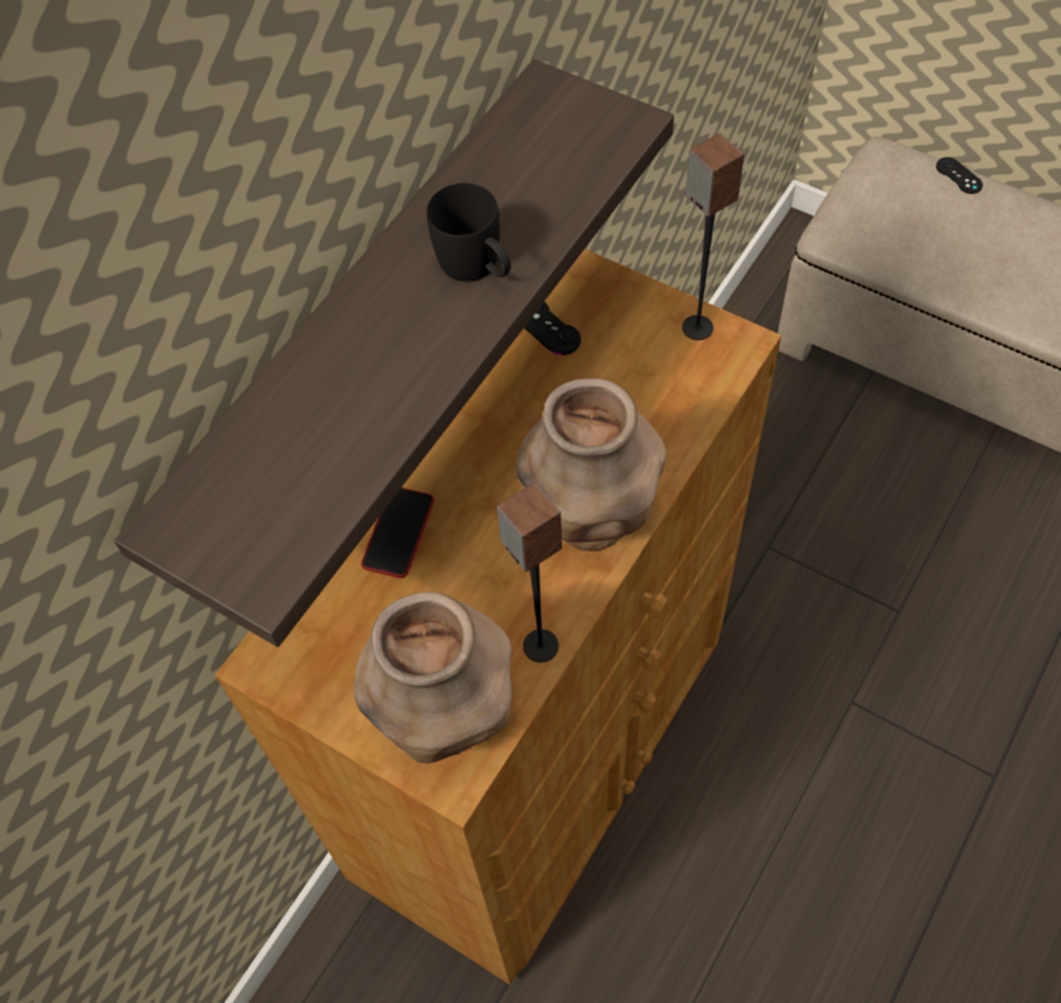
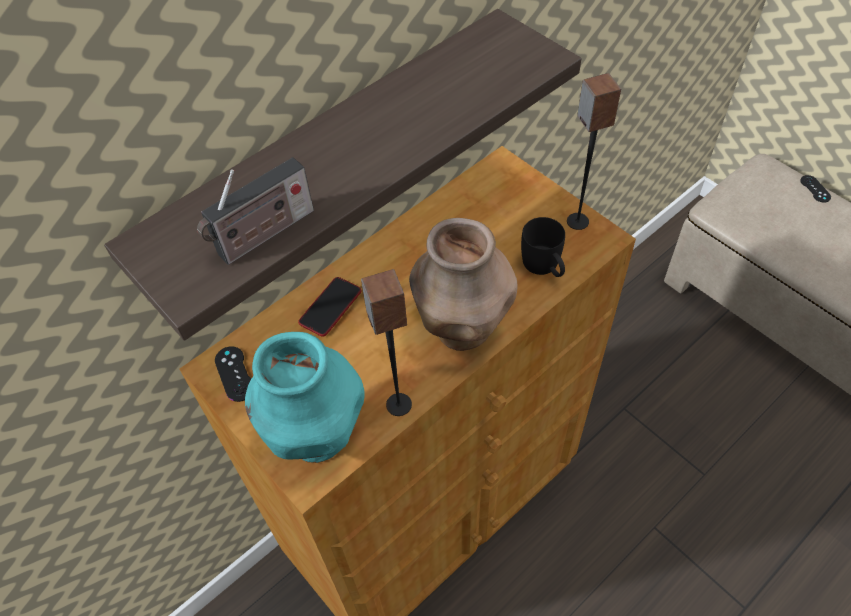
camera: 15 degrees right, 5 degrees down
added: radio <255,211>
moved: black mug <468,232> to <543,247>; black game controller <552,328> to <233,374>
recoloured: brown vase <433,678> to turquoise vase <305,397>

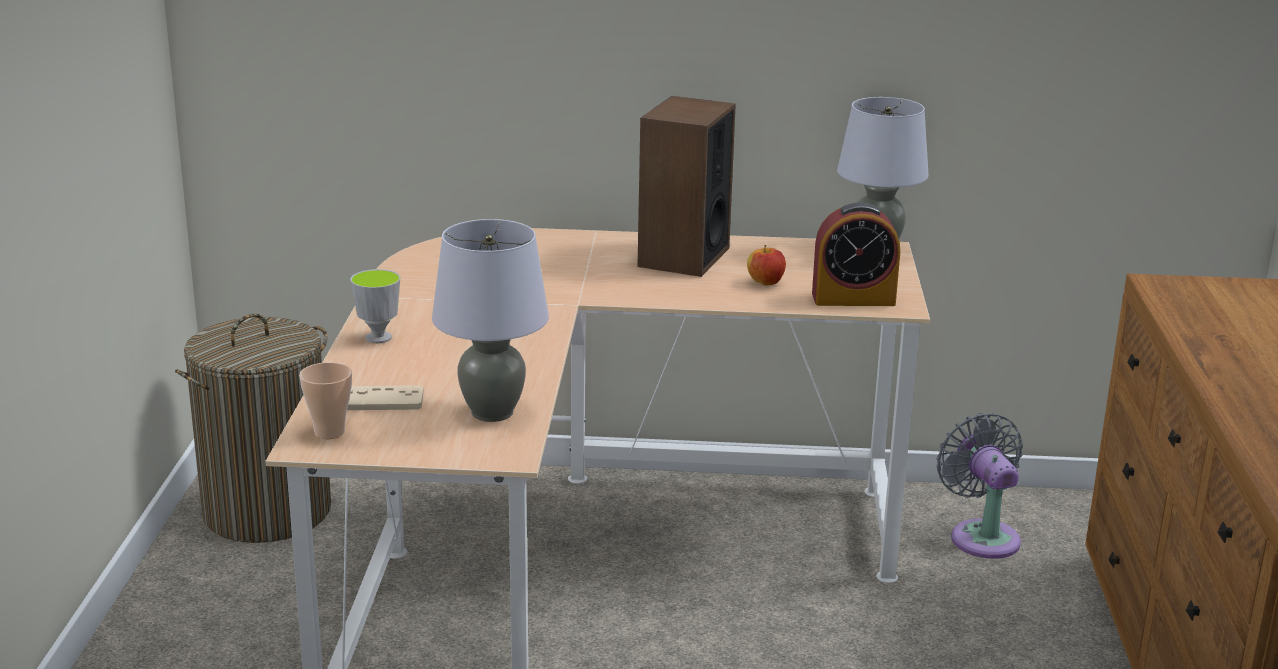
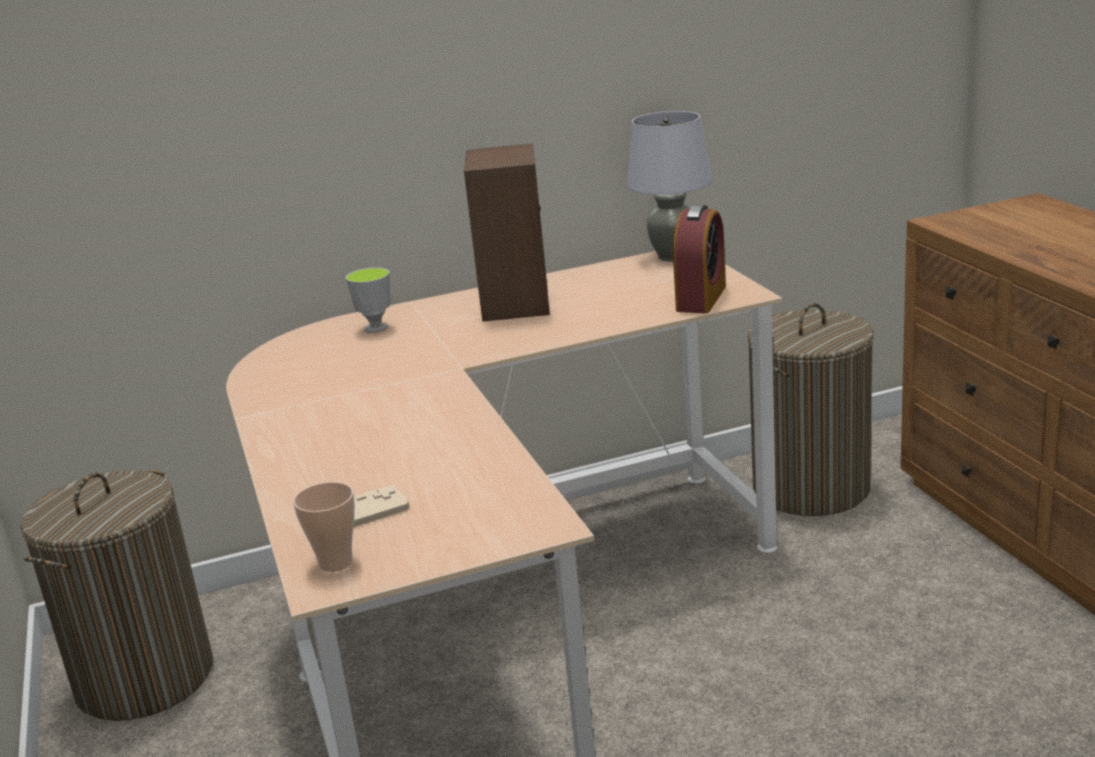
camera: 20 degrees left, 0 degrees up
removed: grey table lamp <490,320>; apple <766,265>
moved: cup <375,306> to <368,300>
replaced: grey fan <980,486> to laundry basket <810,409>
turned: alarm clock <856,254> = <699,259> 45 degrees counterclockwise

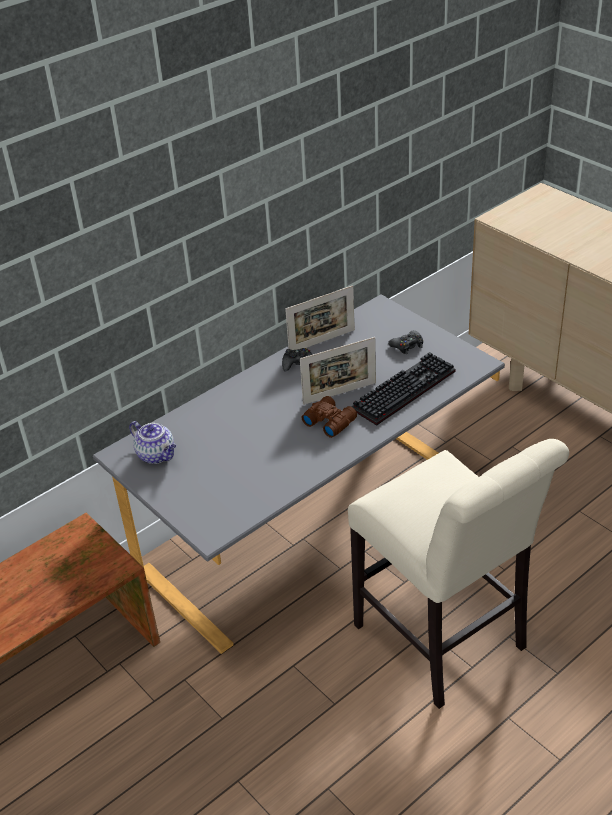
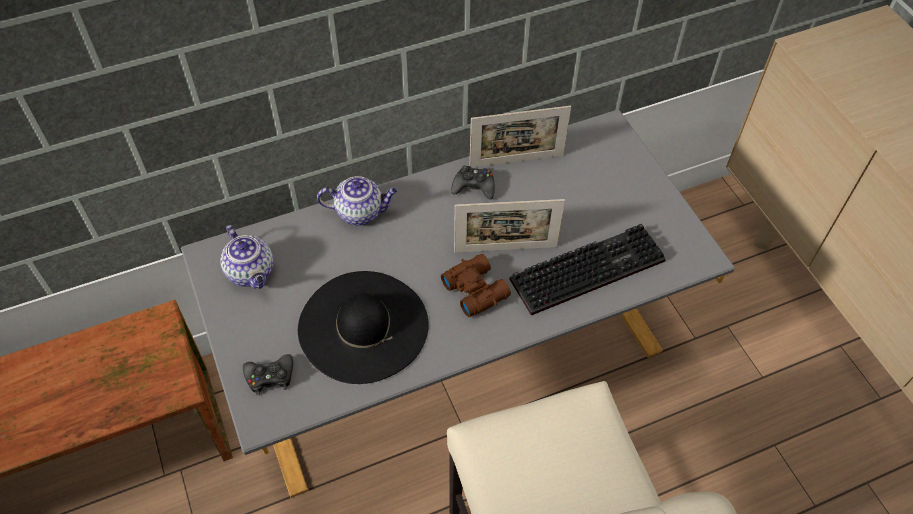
camera: 15 degrees right, 15 degrees up
added: teapot <357,200>; black hat <363,327>
moved: black game controller <405,342> to <268,374>

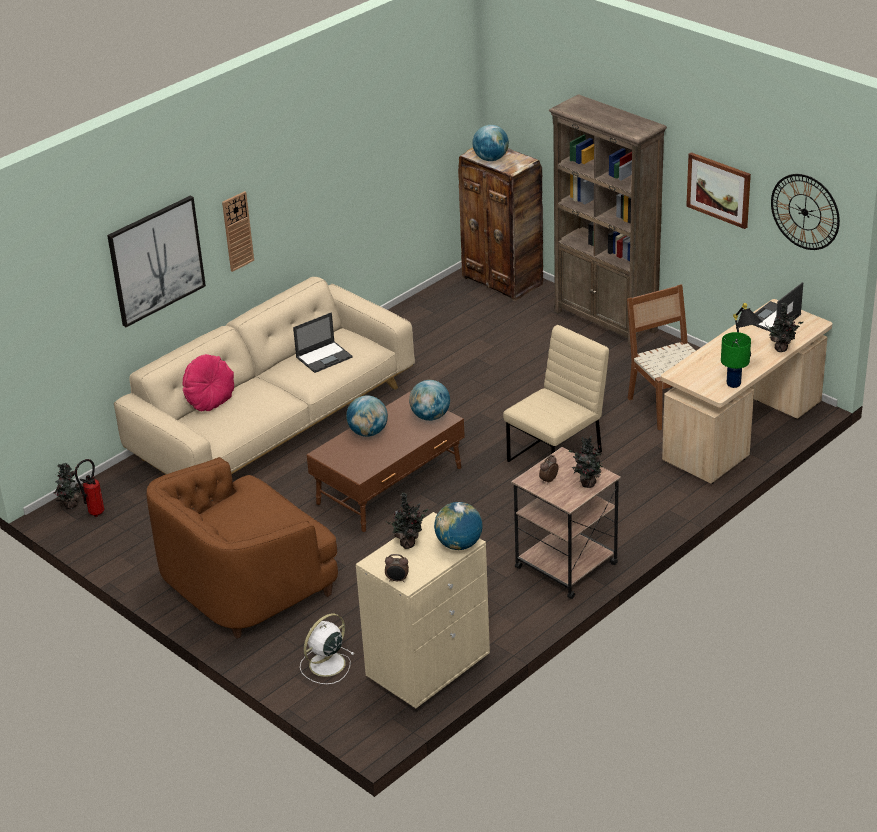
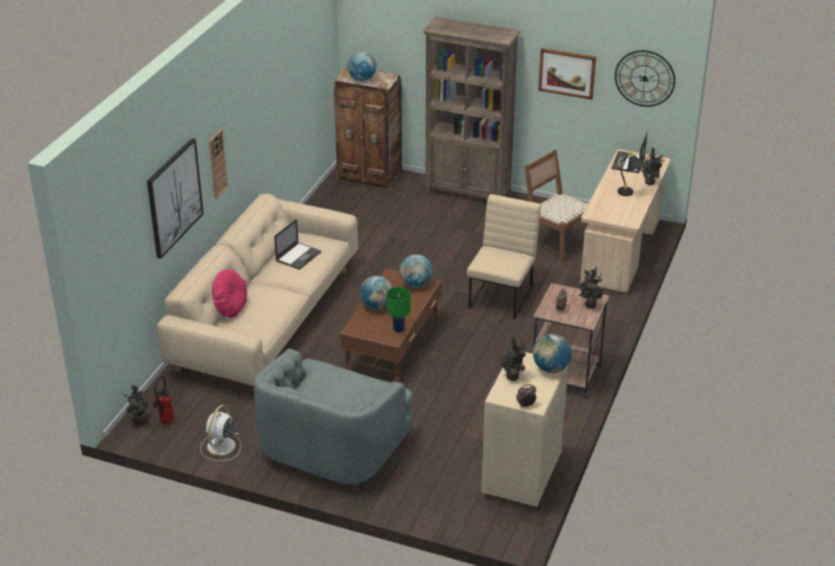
camera: 25 degrees left, 0 degrees up
moved: green table lamp <736,360> to <399,309>; white fan <327,649> to <220,432>
recoloured: brown armchair <242,548> to grey armchair <333,419>

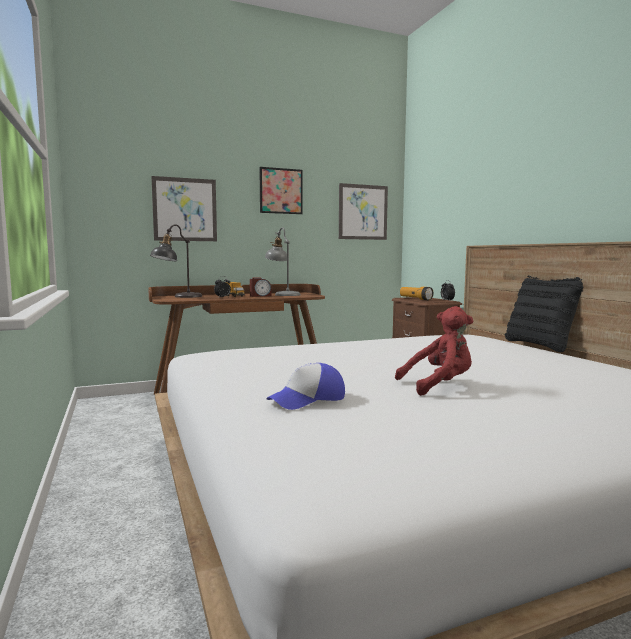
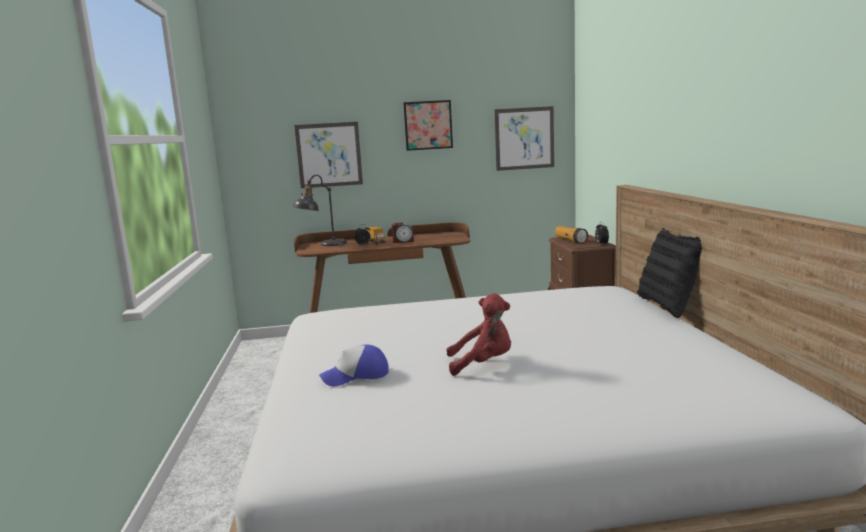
camera: 15 degrees right, 5 degrees up
removed: grey table lamp <283,261>

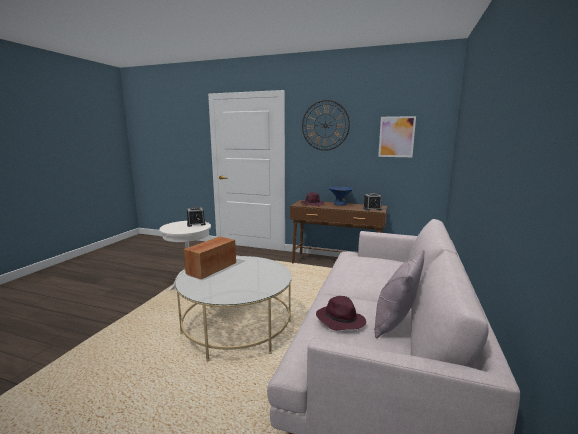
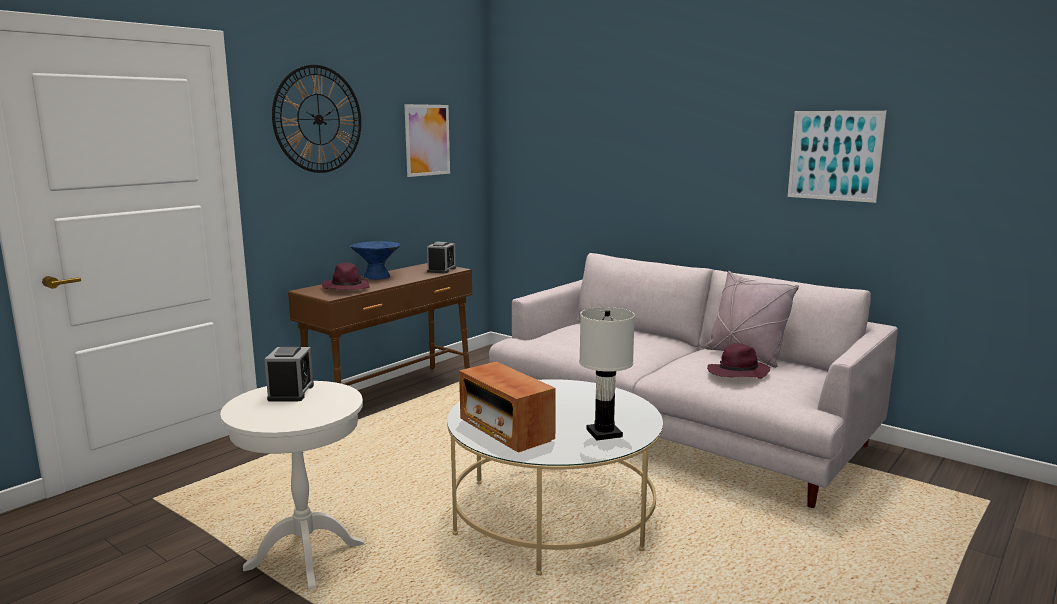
camera: 70 degrees left, 0 degrees up
added: picture <837,157>; white table lamp <607,374>

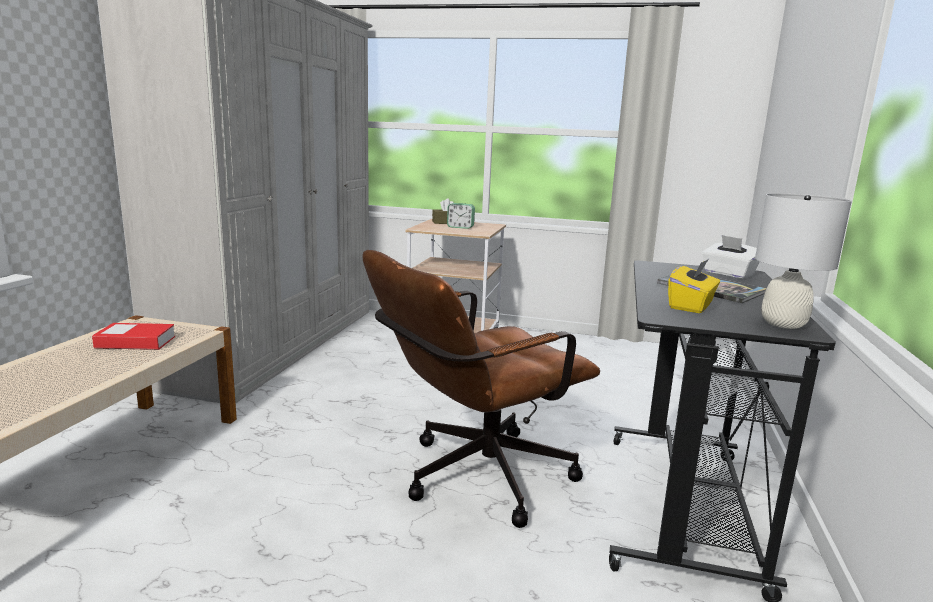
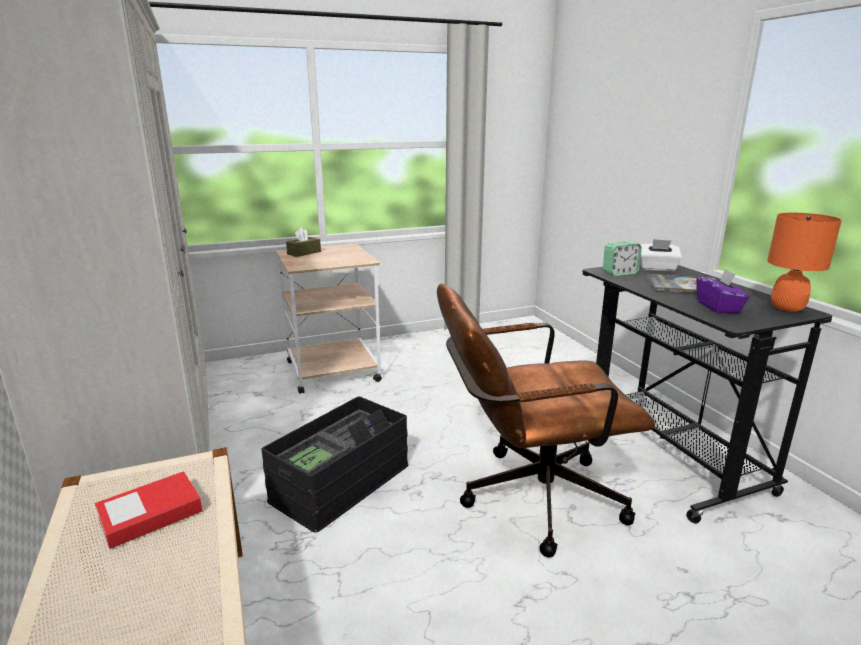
camera: 35 degrees left, 5 degrees up
added: black storage box <334,464>
moved: alarm clock <461,216> to <622,258>
recoloured: grey table lamp <803,261> to orange table lamp <804,262>; yellow tissue box <694,286> to purple tissue box <723,291>
turned: brown office chair <481,389> = <546,421> 60 degrees clockwise

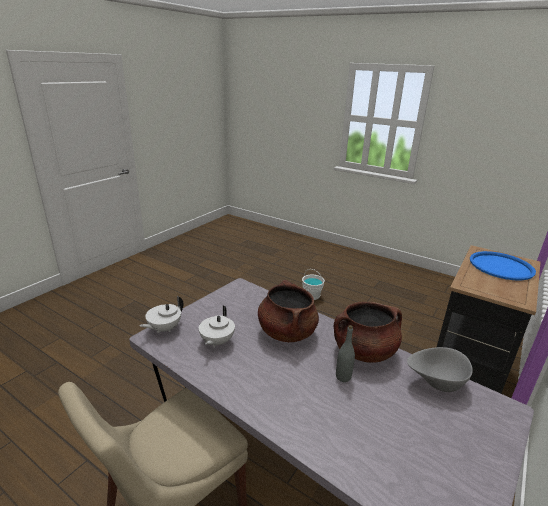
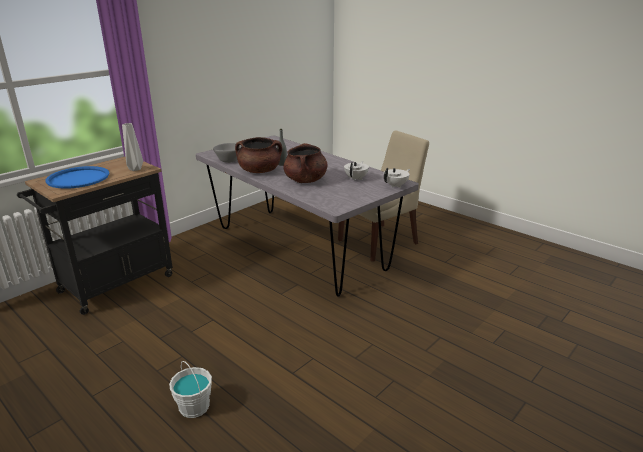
camera: 170 degrees left, 0 degrees up
added: grey vase <132,147>

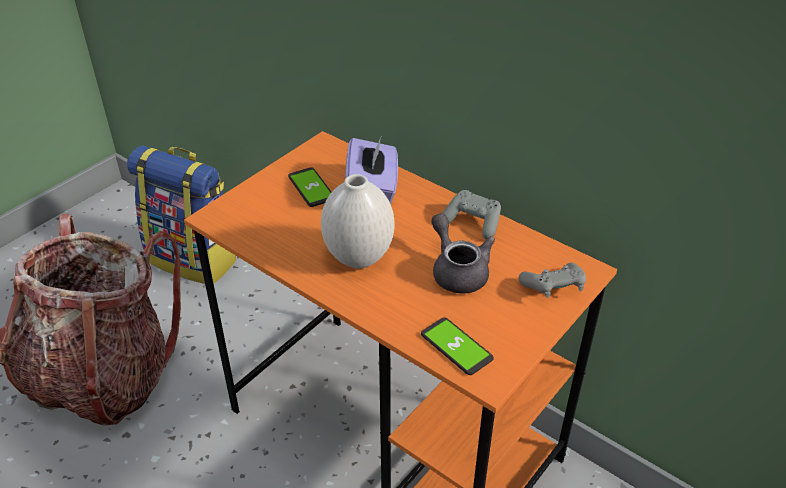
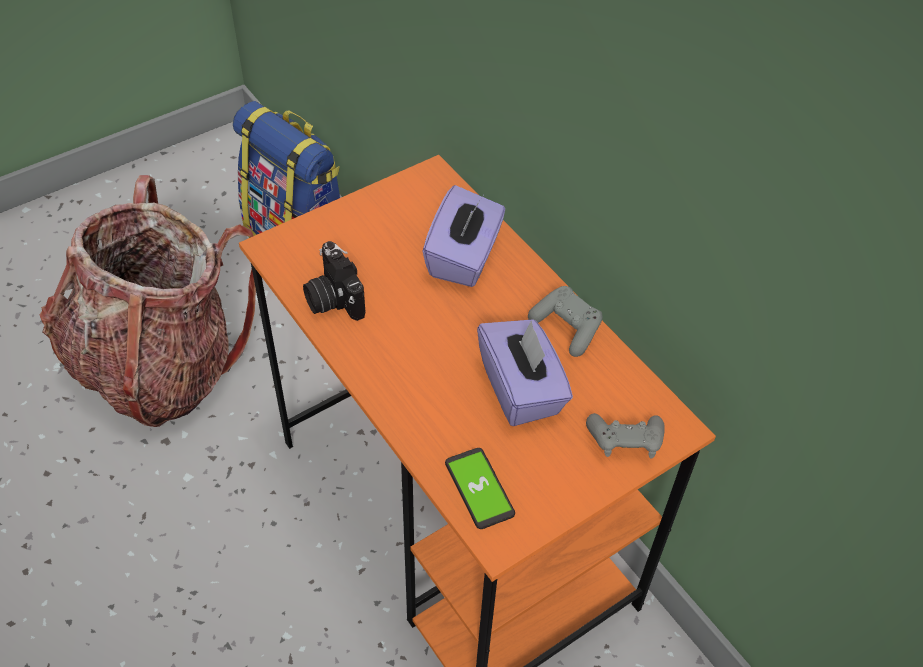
camera: 15 degrees right, 10 degrees up
removed: phone <309,187>; white vase <358,221>
added: photo camera <334,281>
replaced: grey teapot <463,253> to purple tissue box <525,372>

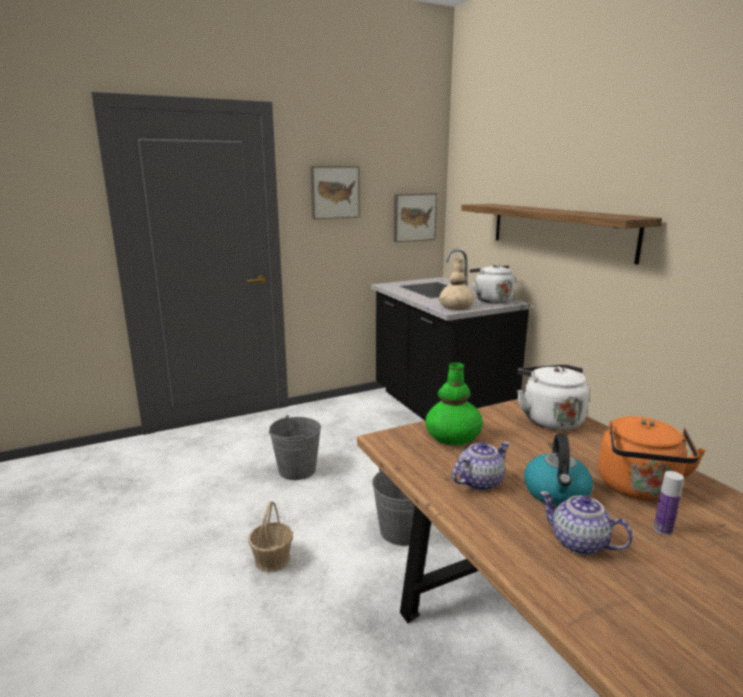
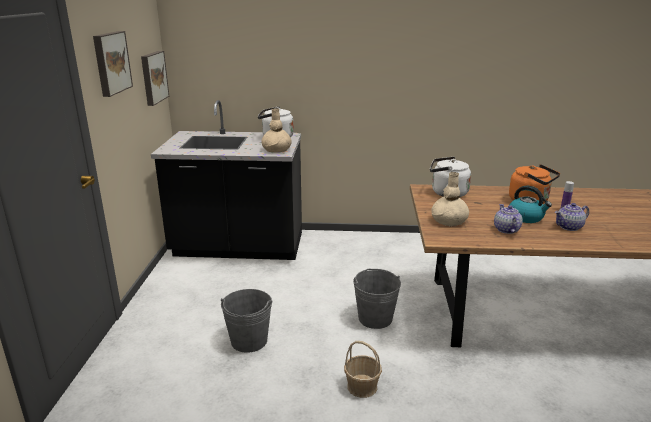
camera: 60 degrees left, 5 degrees up
removed: shelf <561,234>
recoloured: green vase <454,404> to beige vase <450,199>

